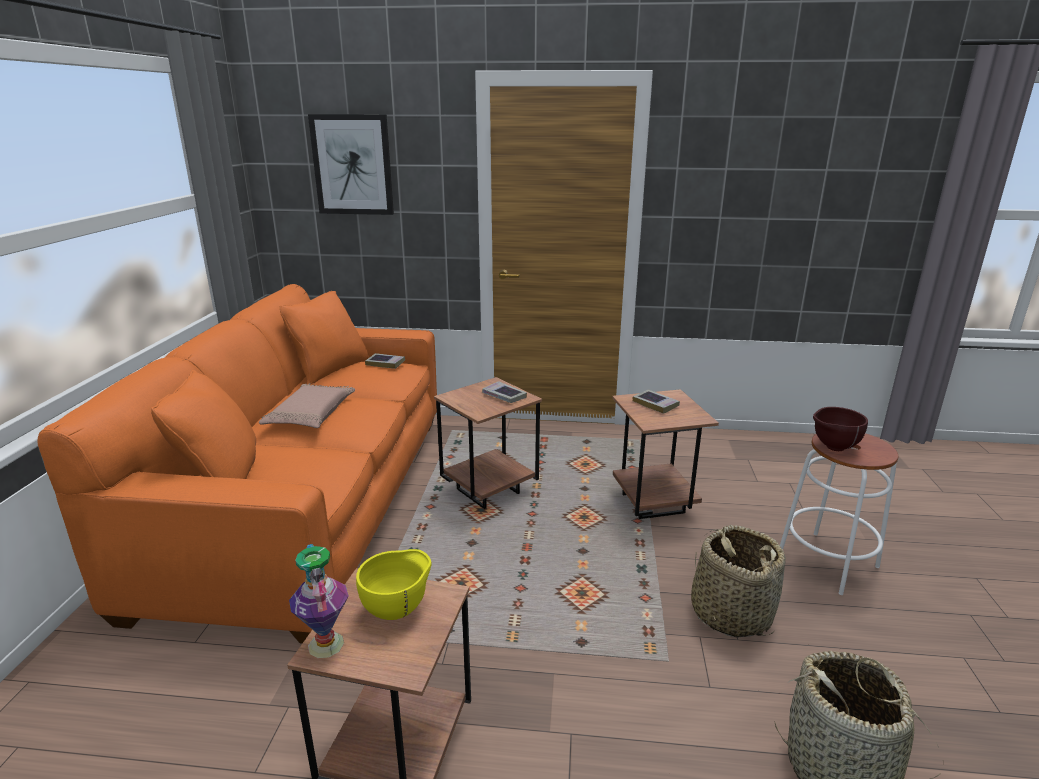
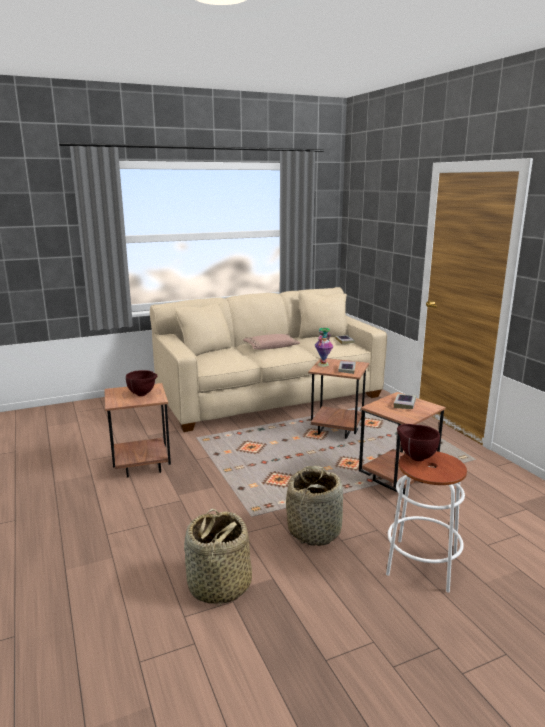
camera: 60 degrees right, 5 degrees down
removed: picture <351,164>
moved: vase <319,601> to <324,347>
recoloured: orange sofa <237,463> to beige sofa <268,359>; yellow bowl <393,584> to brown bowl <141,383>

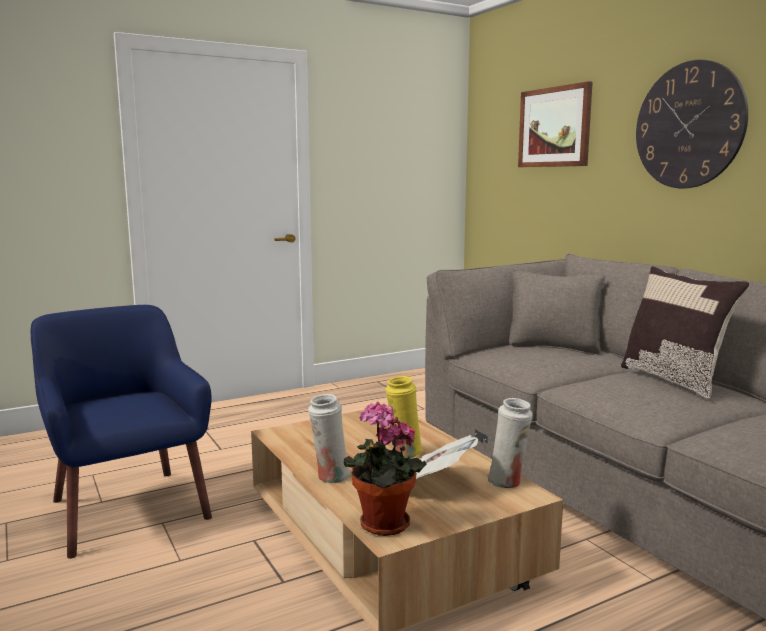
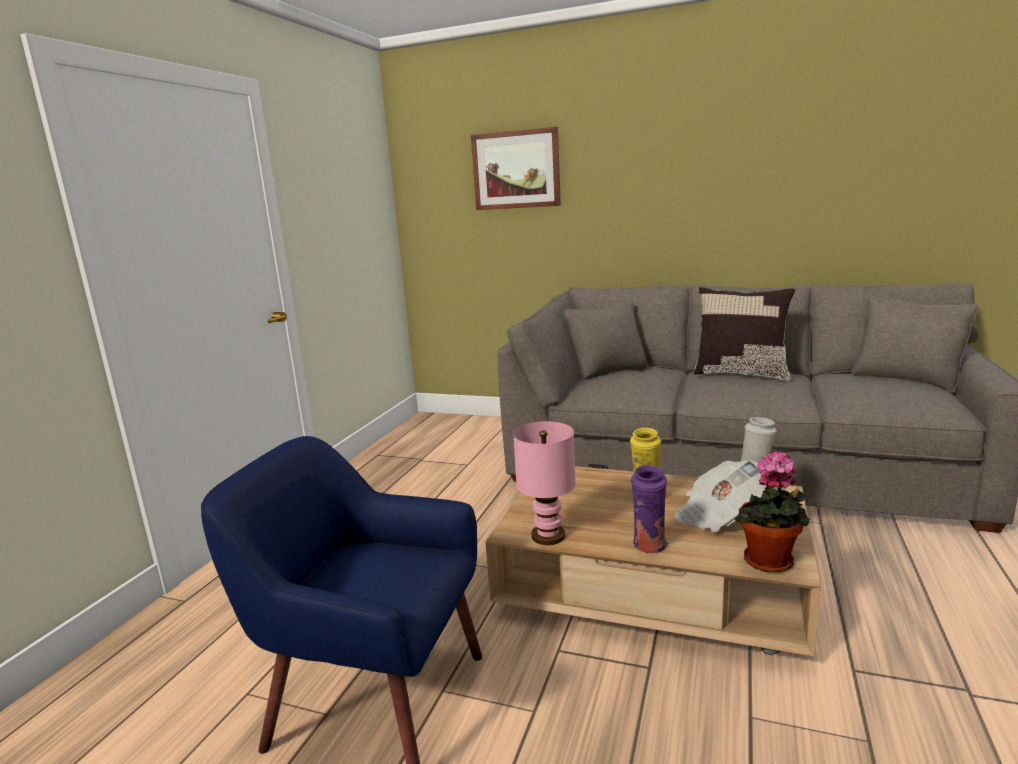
camera: 40 degrees left, 5 degrees up
removed: wall clock <692,124>
added: pink table lamp <544,483>
recoloured: white vase <330,439> to purple vase <649,509>

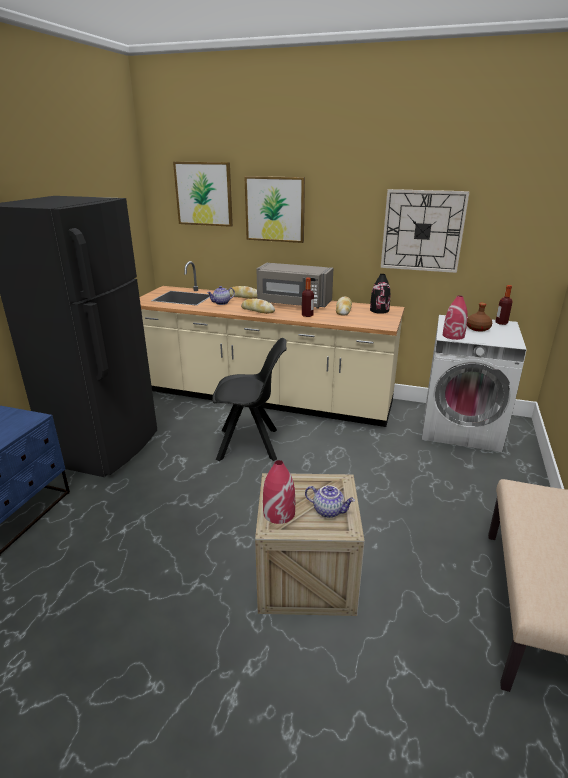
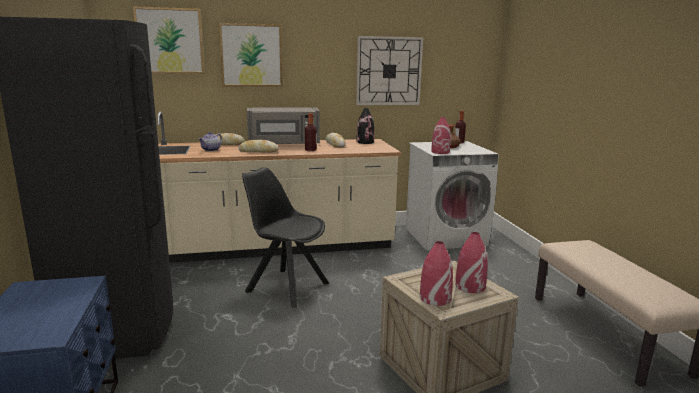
camera: 30 degrees left, 10 degrees down
replaced: teapot <330,501> to red vase <471,262>
turned: black chair <249,399> = <285,237> 120 degrees counterclockwise

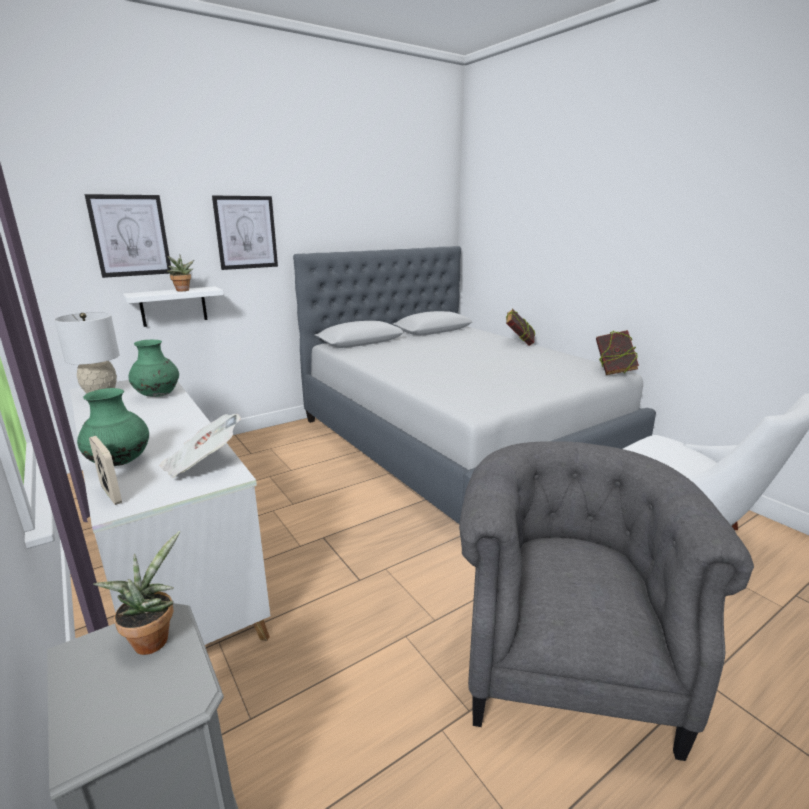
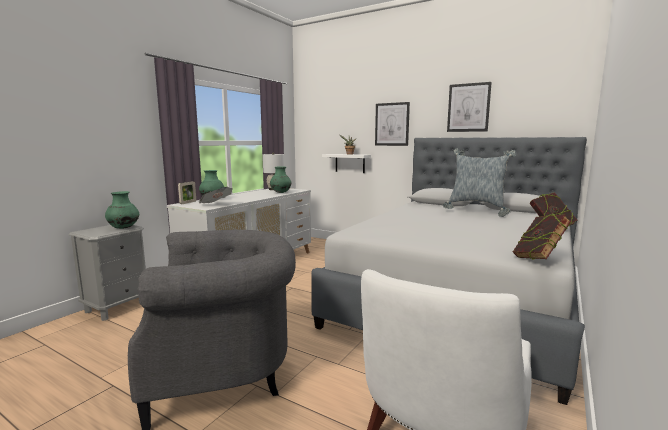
camera: 65 degrees right, 10 degrees down
added: pillow <479,182>
moved: picture <128,236> to <469,107>
replaced: potted plant <136,593> to green vase <122,210>

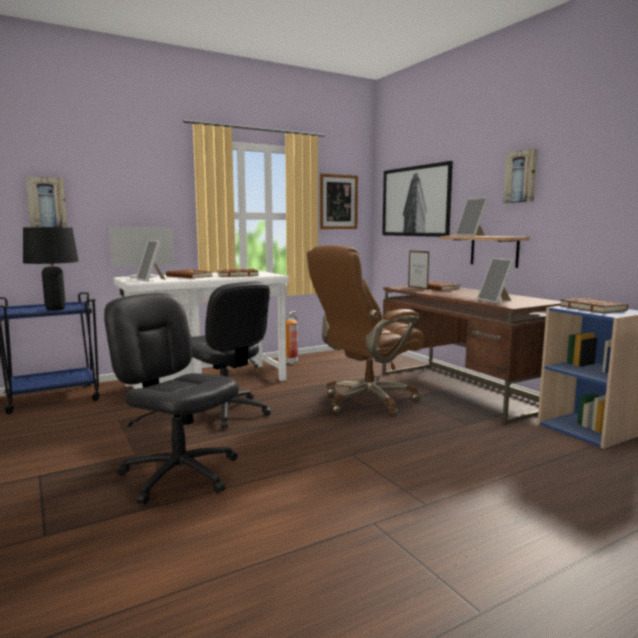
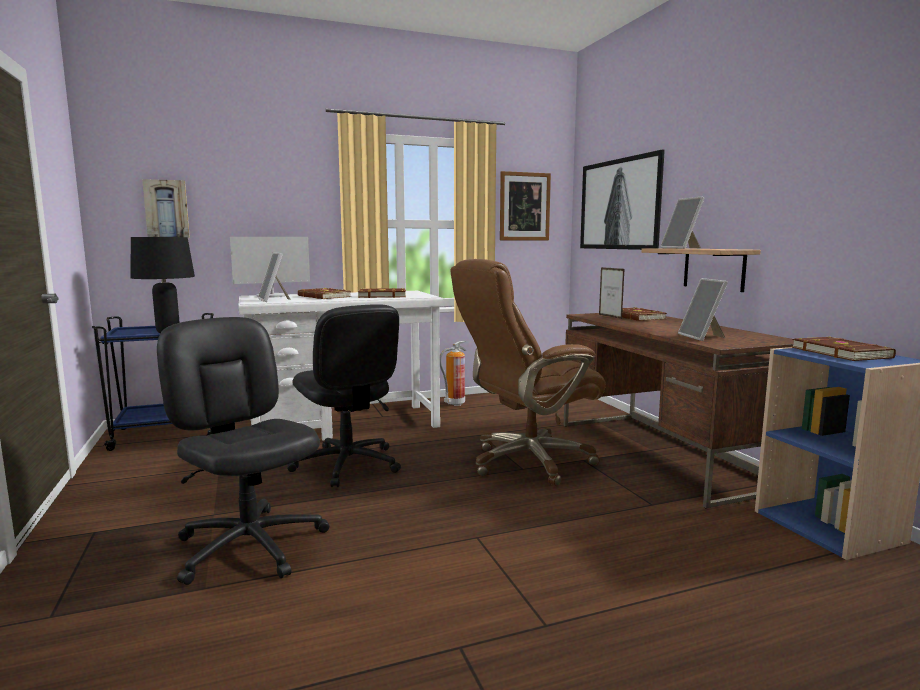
camera: 10 degrees right, 0 degrees up
removed: picture <520,175>

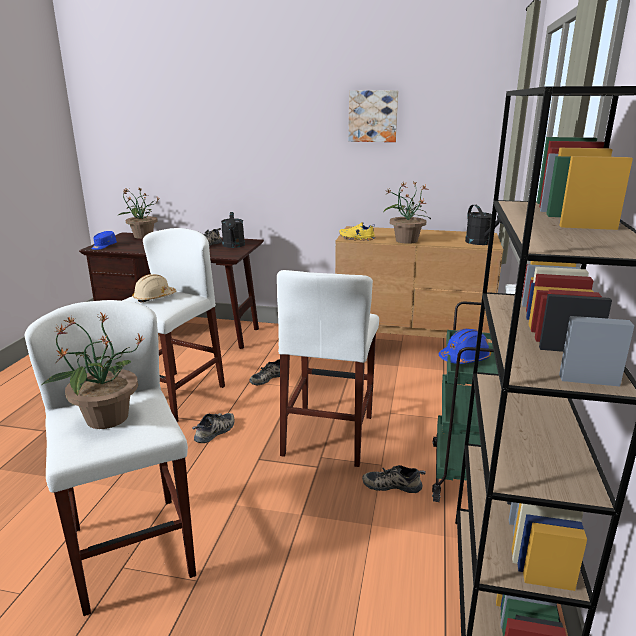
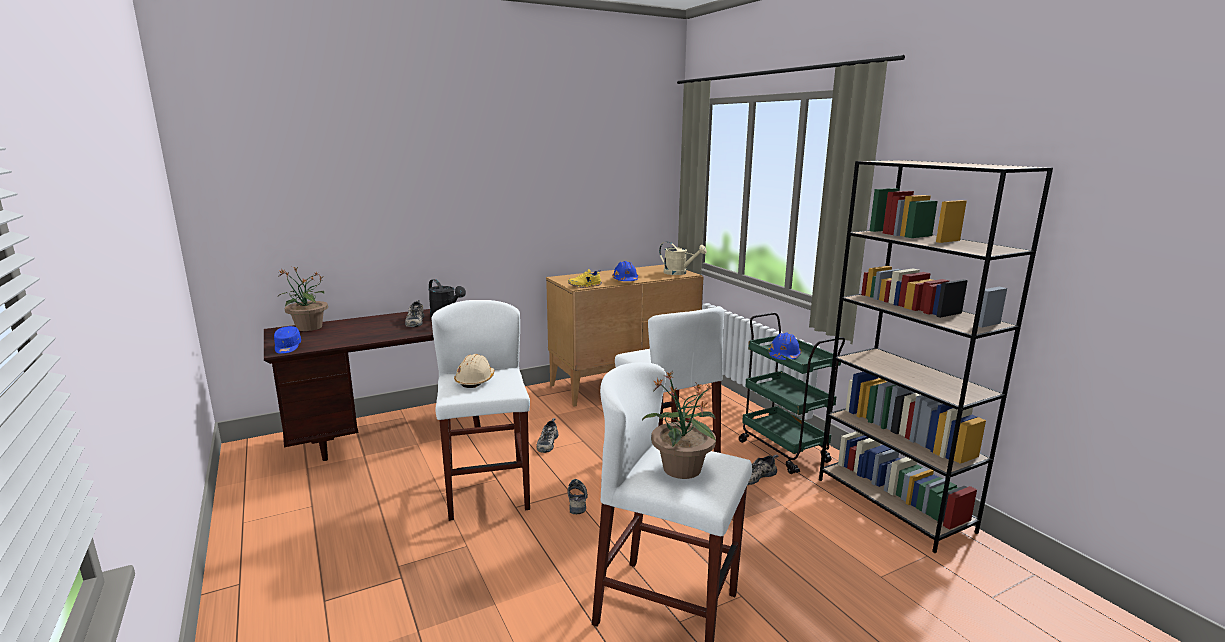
camera: 40 degrees left, 5 degrees down
removed: picture <373,116>
replaced: potted plant <407,212> to blue hard hat <625,271>
recoloured: black watering can <484,225> to beige watering can <683,258>

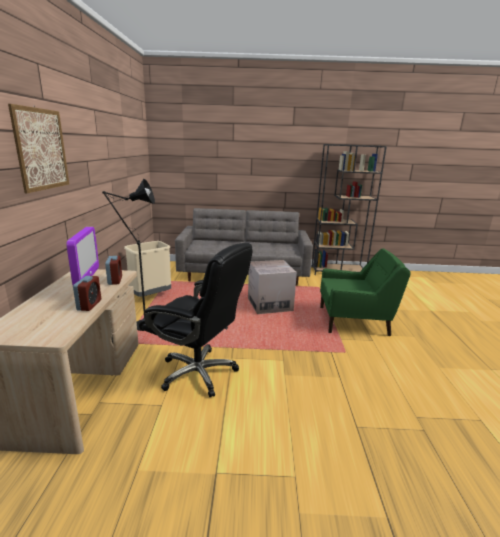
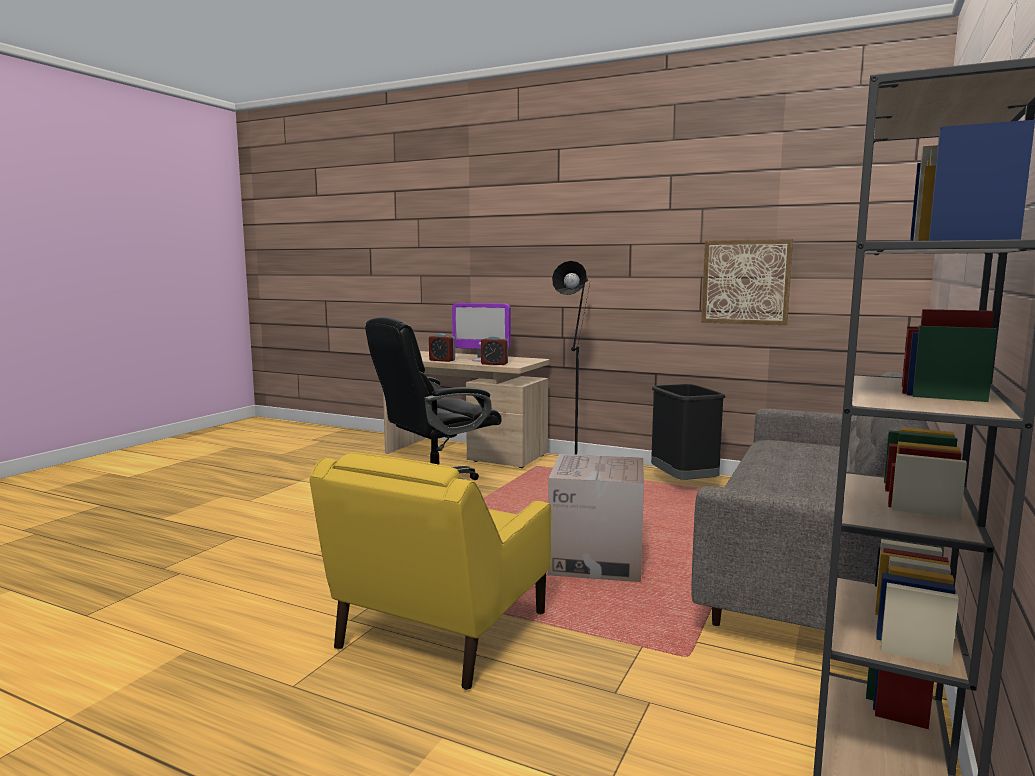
camera: 115 degrees right, 10 degrees down
moved: picture <38,148> to <747,282>
recoloured: beige trash can <147,269> to black trash can <688,432>; green armchair <365,292> to yellow armchair <430,571>

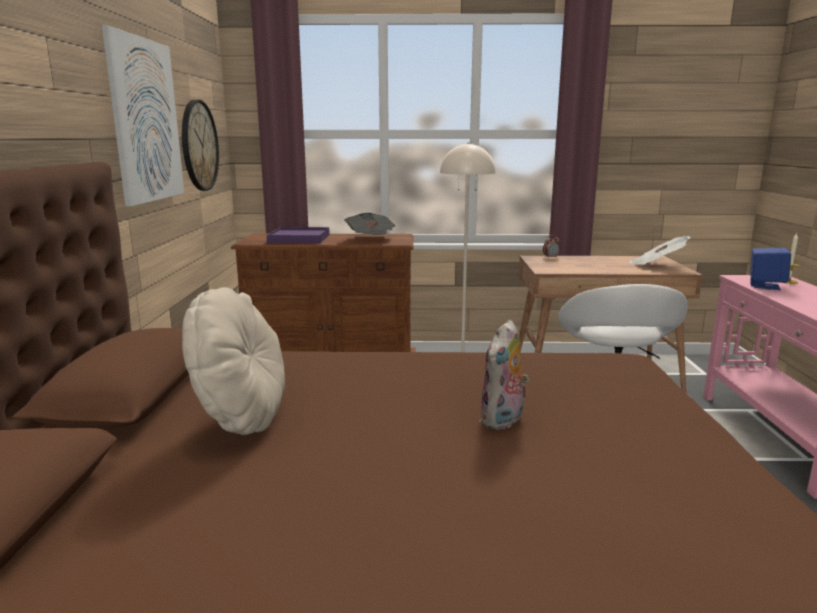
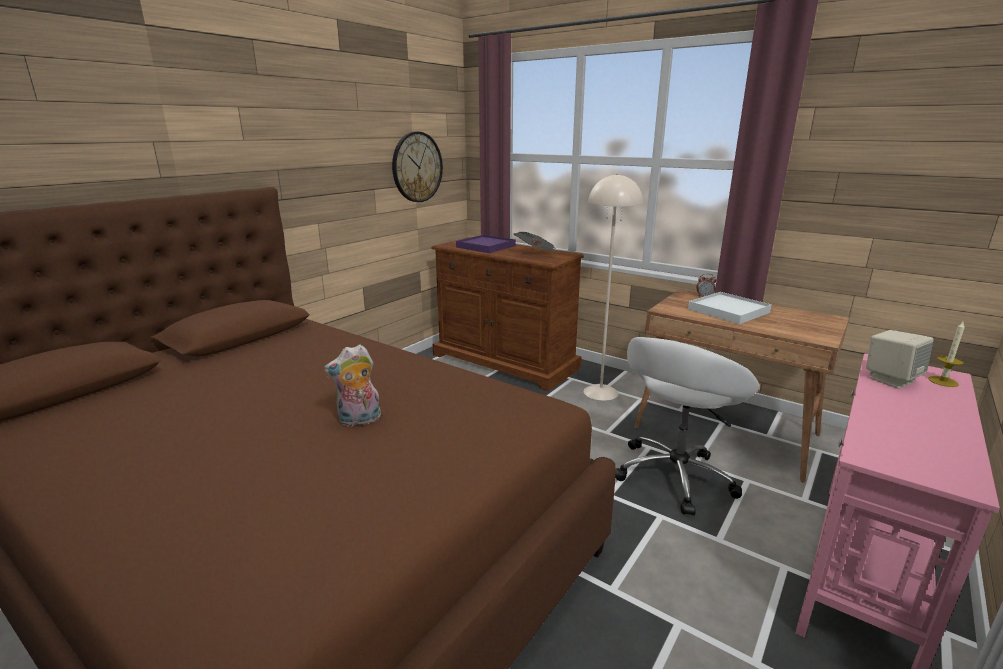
camera: 35 degrees right, 5 degrees up
removed: picture <143,116>; newspaper <660,250>; beige pillow <233,361>
added: white tray <730,308>
recoloured: blue speaker <770,269> to beige speaker <900,359>

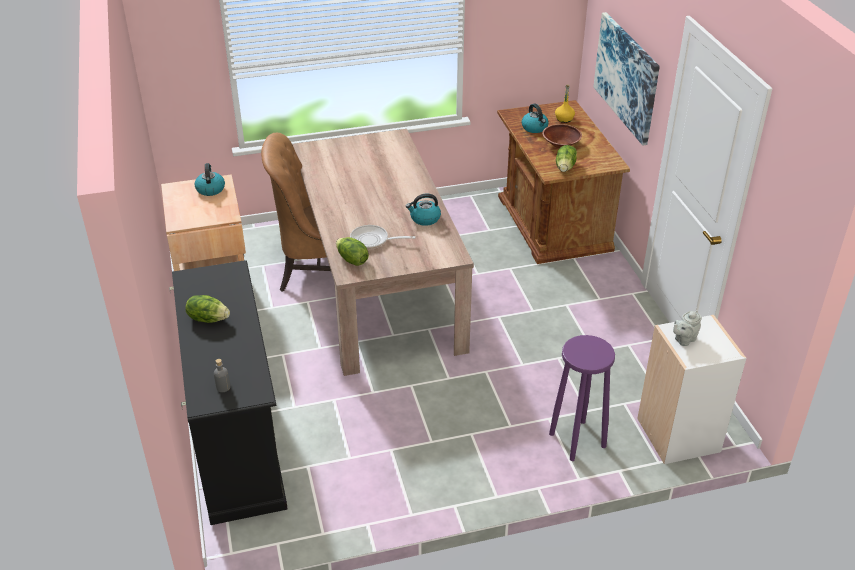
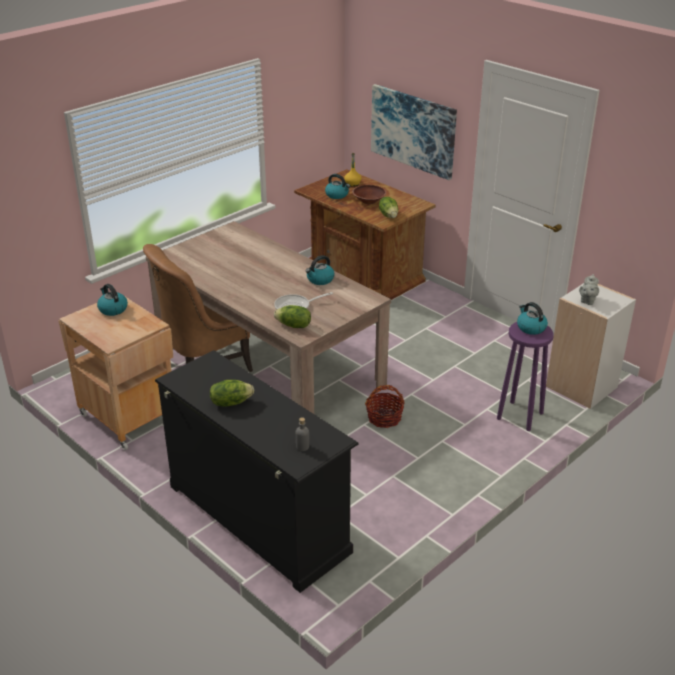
camera: 30 degrees left, 5 degrees down
added: kettle <532,318>; basket <385,406>

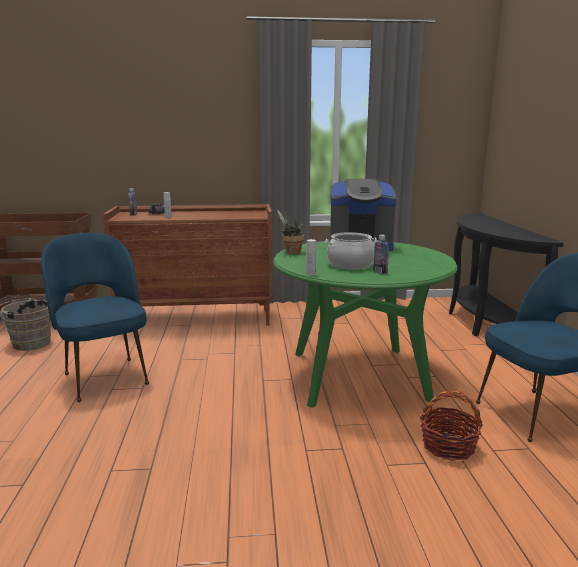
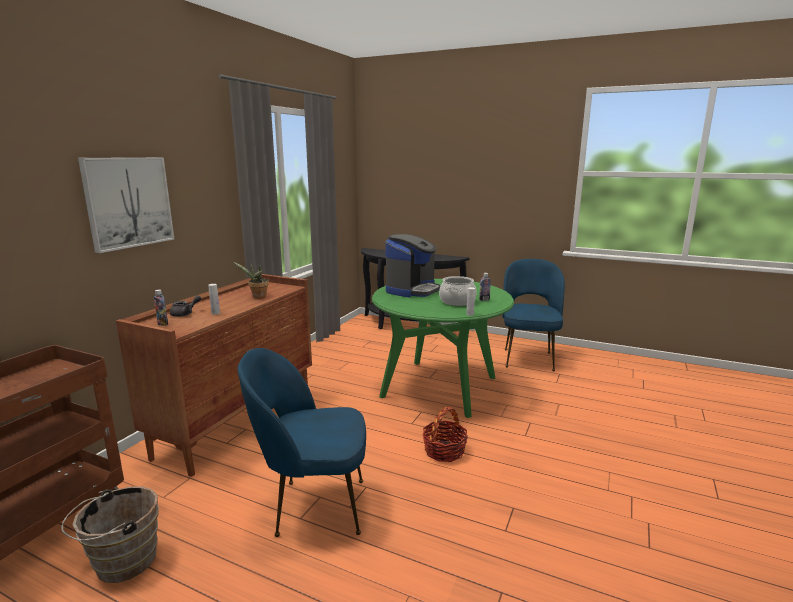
camera: 60 degrees left, 0 degrees up
added: picture <126,205>
moved: potted plant <291,231> to <251,280>; basket <451,426> to <445,434>

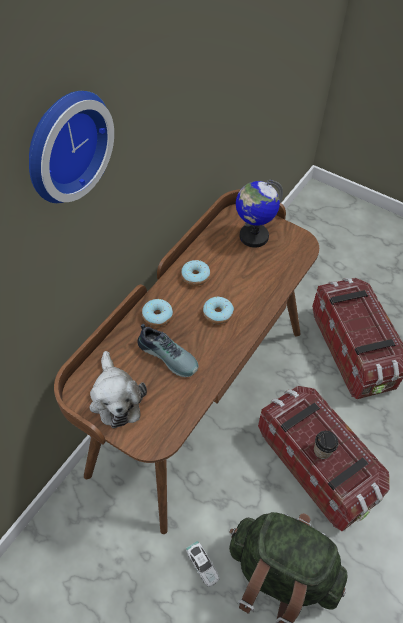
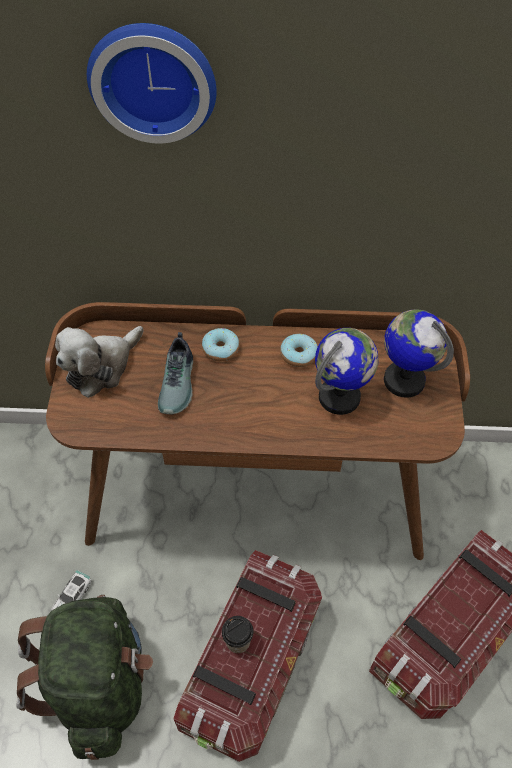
camera: 60 degrees right, 0 degrees up
removed: donut <218,310>
added: globe <347,371>

